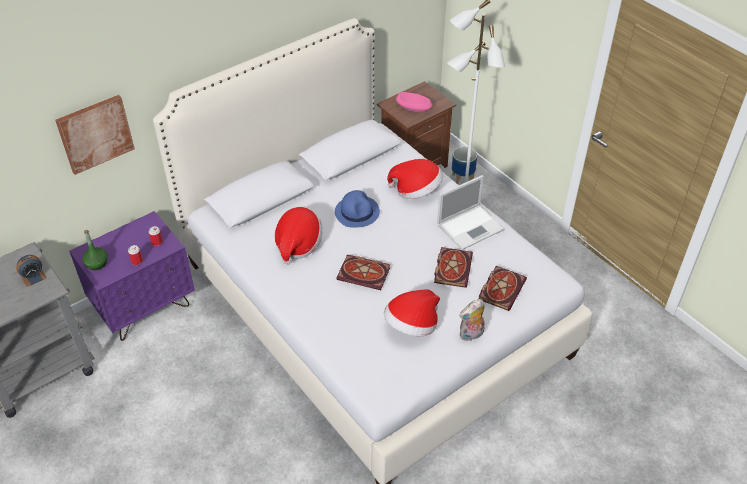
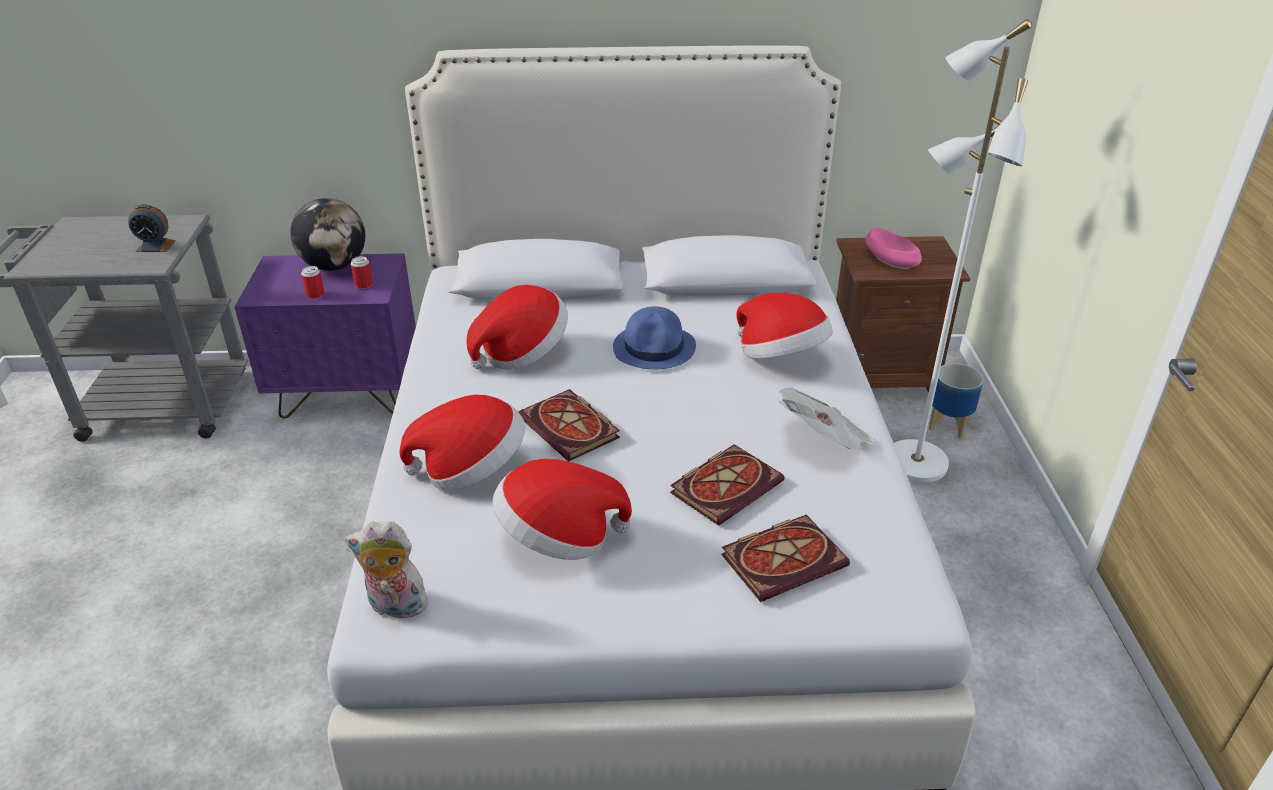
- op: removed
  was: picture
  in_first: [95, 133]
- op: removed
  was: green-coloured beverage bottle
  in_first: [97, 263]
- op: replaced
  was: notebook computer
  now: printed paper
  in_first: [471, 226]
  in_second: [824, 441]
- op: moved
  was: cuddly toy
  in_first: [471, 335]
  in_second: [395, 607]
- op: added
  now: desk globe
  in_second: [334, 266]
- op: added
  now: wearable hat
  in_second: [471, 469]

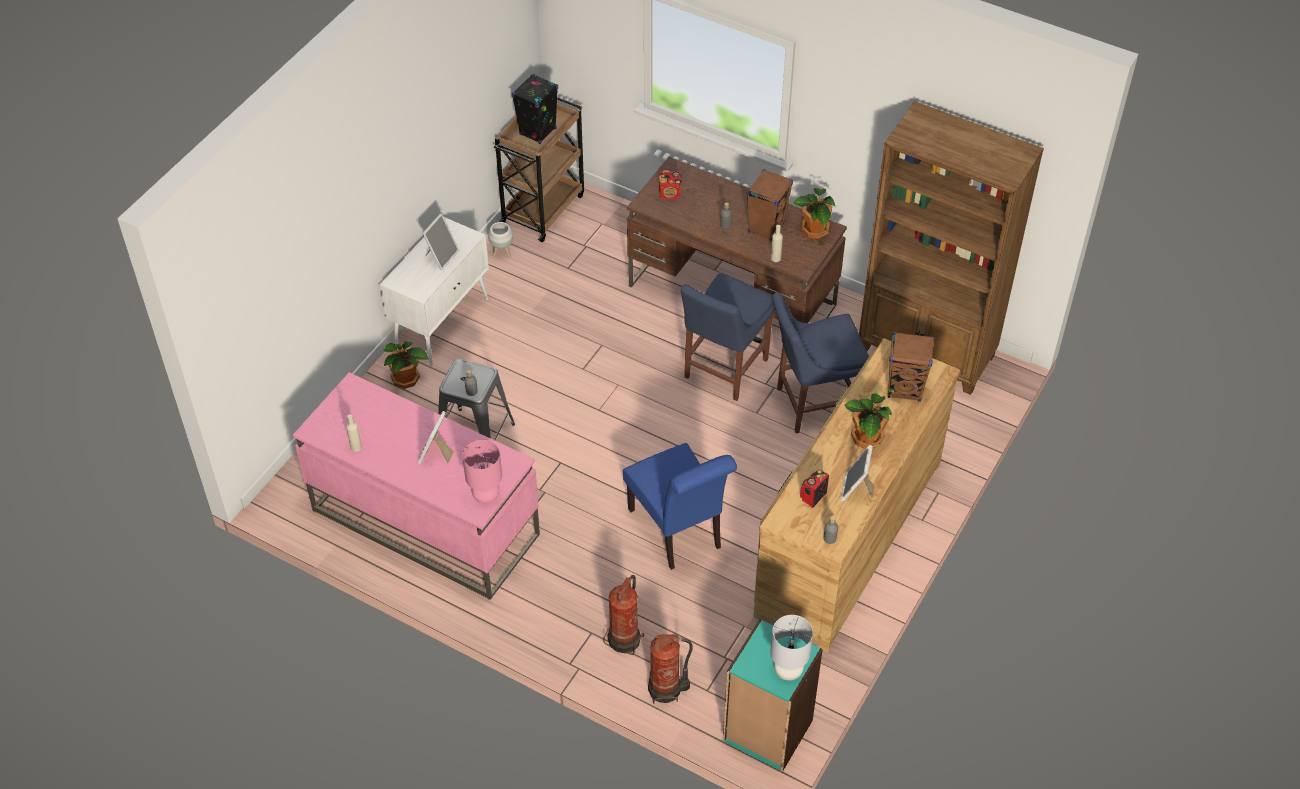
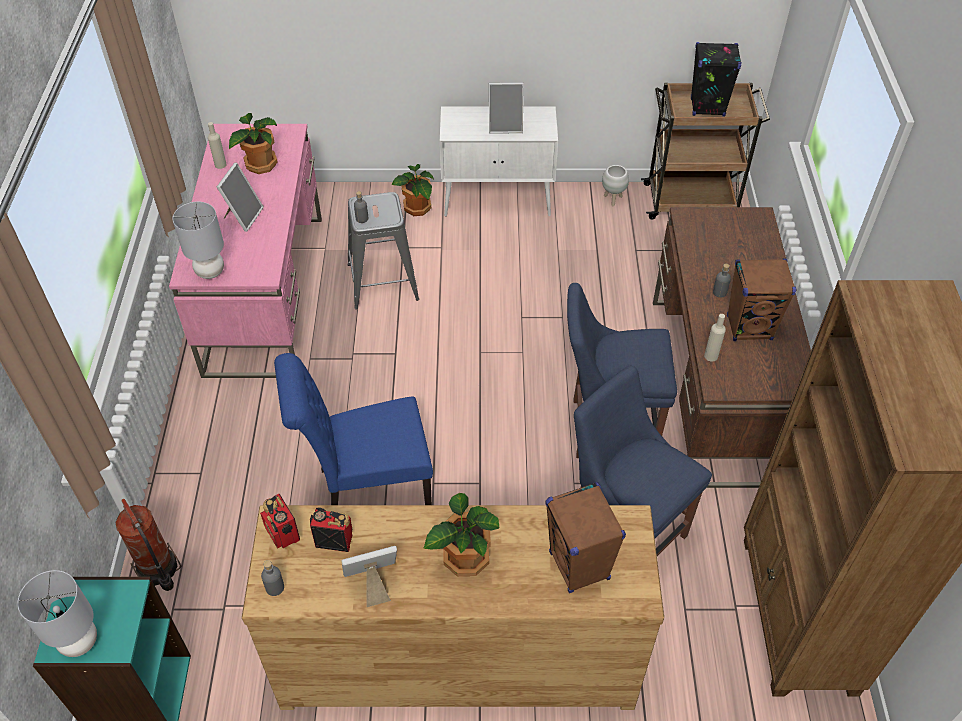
- op: turned
  was: photo frame
  in_first: [436, 454]
  in_second: [243, 216]
  clockwise: 120
- op: recoloured
  was: pink tabletop lamp
  now: greyish tabletop lamp
  in_first: [485, 496]
  in_second: [210, 271]
- op: removed
  was: fire extinguisher
  in_first: [625, 638]
- op: turned
  was: blue-coloured chair
  in_first: [678, 532]
  in_second: [367, 487]
  clockwise: 45
- op: moved
  was: radio receiver
  in_first: [670, 194]
  in_second: [283, 534]
- op: moved
  was: houseplant
  in_first: [814, 231]
  in_second: [260, 164]

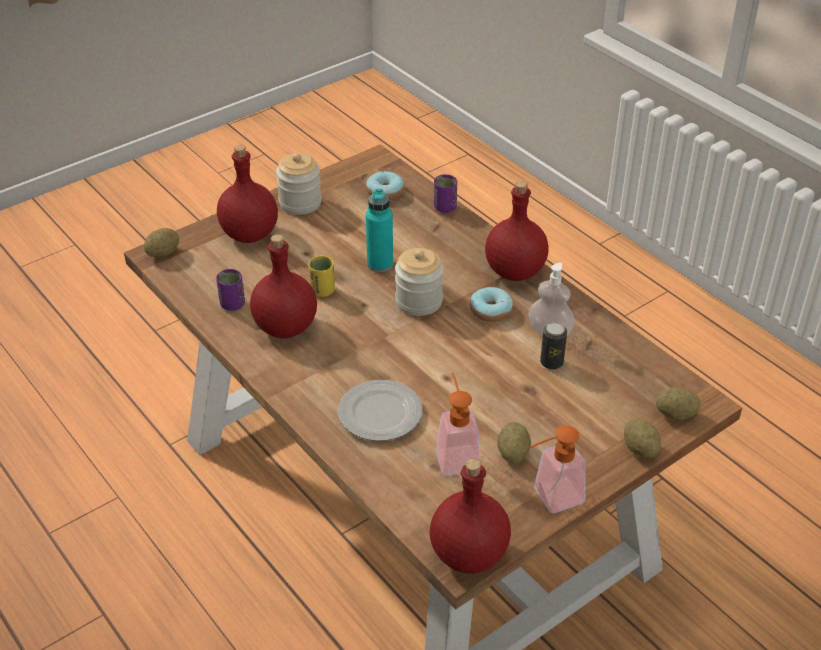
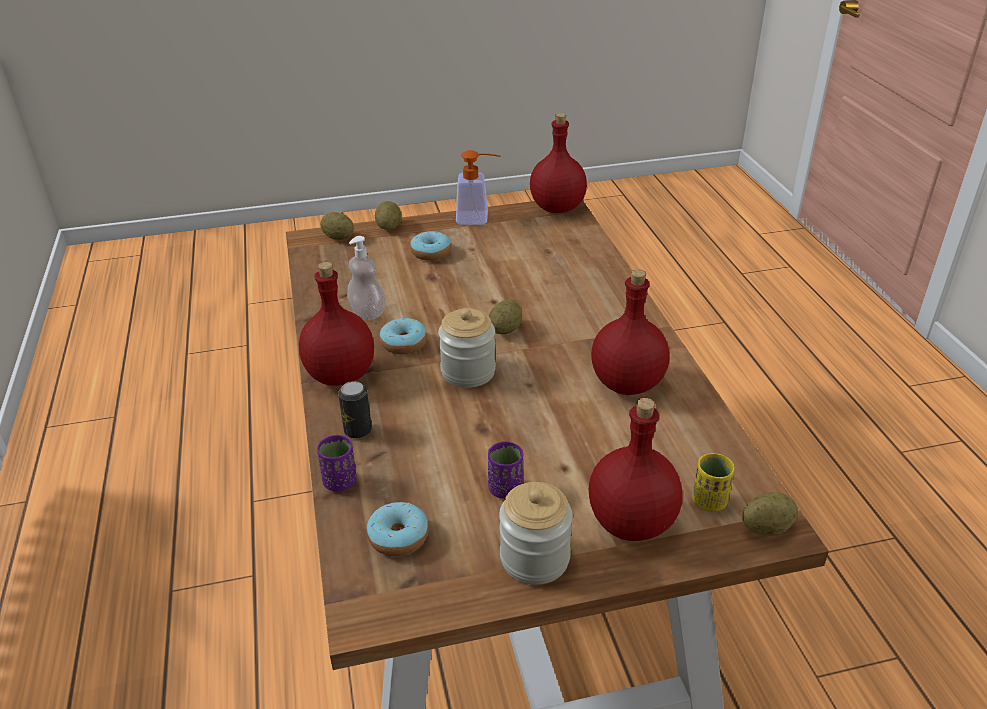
- op: moved
  was: purplish small cup
  in_first: [232, 304]
  in_second: [505, 489]
- op: moved
  was: yellowish small cup
  in_first: [322, 291]
  in_second: [709, 501]
- op: removed
  was: flat dish
  in_first: [379, 413]
- op: removed
  was: turquoise-coloured beverage bottle
  in_first: [380, 264]
- op: removed
  was: soap bottle
  in_first: [456, 454]
- op: moved
  was: potato
  in_first: [513, 453]
  in_second: [505, 329]
- op: moved
  was: metal can
  in_first: [551, 362]
  in_second: [358, 431]
- op: added
  now: doughnut
  in_second: [431, 253]

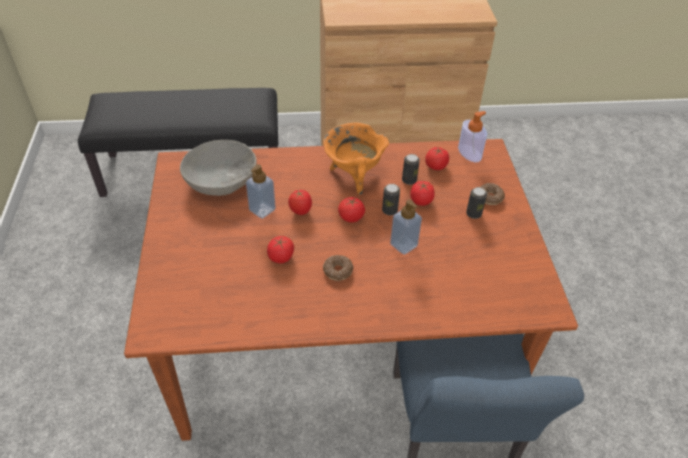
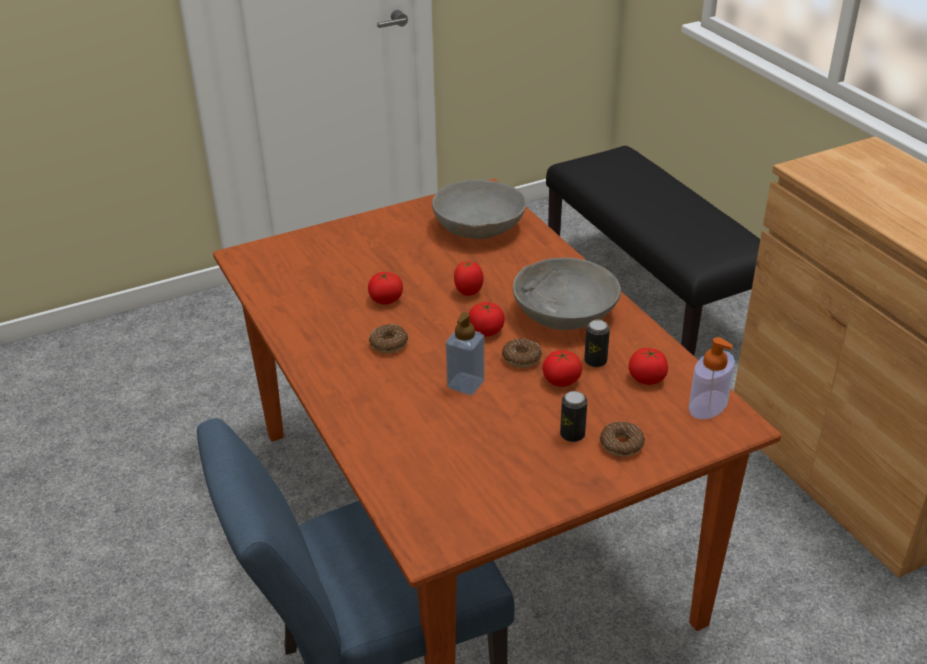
- op: removed
  was: soap bottle
  in_first: [262, 210]
- op: replaced
  was: orange-coloured stockpot
  now: greyish deep dish
  in_first: [353, 176]
  in_second: [564, 314]
- op: replaced
  was: metal can
  now: doughnut
  in_first: [389, 210]
  in_second: [521, 358]

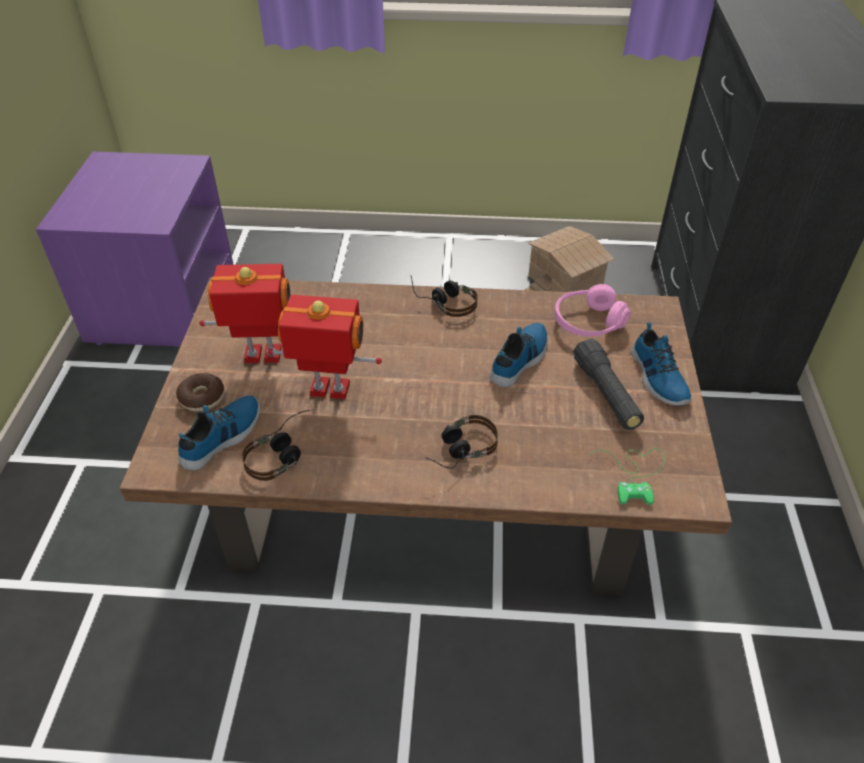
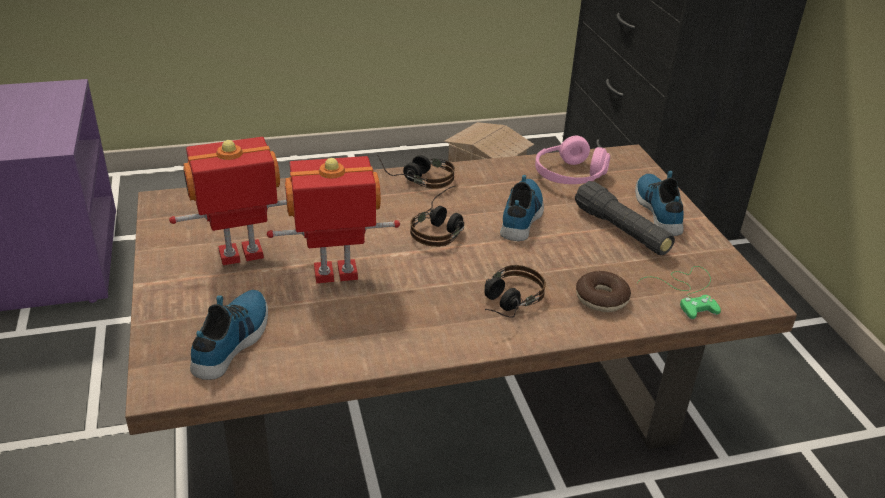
- op: moved
  was: doughnut
  in_first: [202, 397]
  in_second: [601, 298]
- op: moved
  was: headphones
  in_first: [283, 453]
  in_second: [442, 227]
- op: turned
  was: low shoe
  in_first: [657, 377]
  in_second: [660, 210]
  clockwise: -150

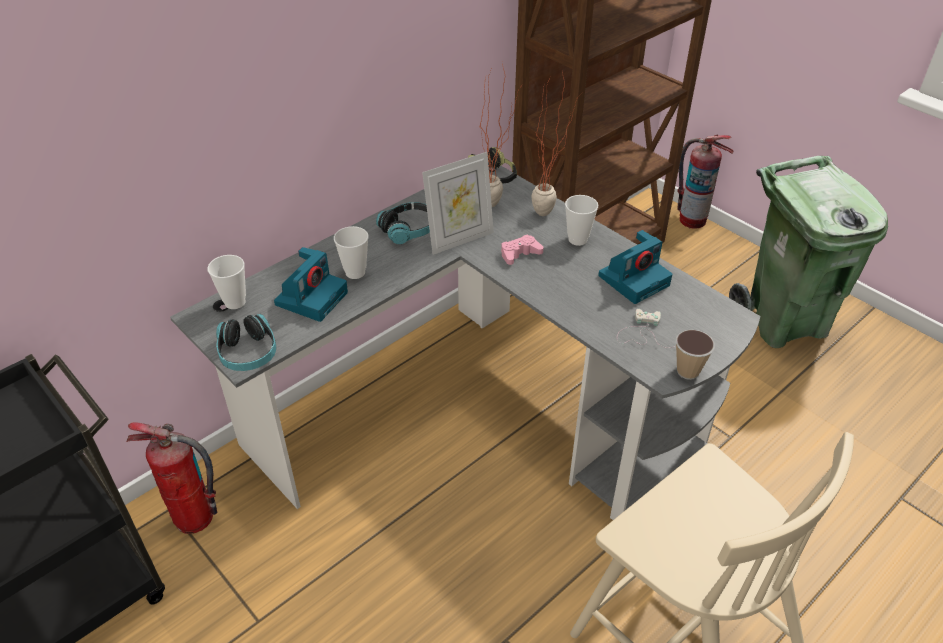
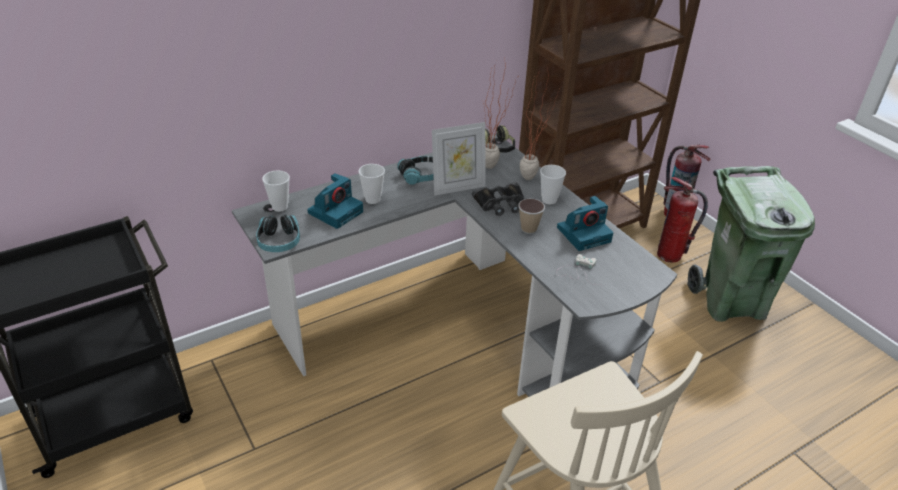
- op: moved
  was: fire extinguisher
  in_first: [194, 518]
  in_second: [669, 255]
- op: replaced
  was: pink joypad
  now: black field glasses
  in_first: [519, 254]
  in_second: [500, 204]
- op: moved
  was: small cup
  in_first: [688, 371]
  in_second: [528, 229]

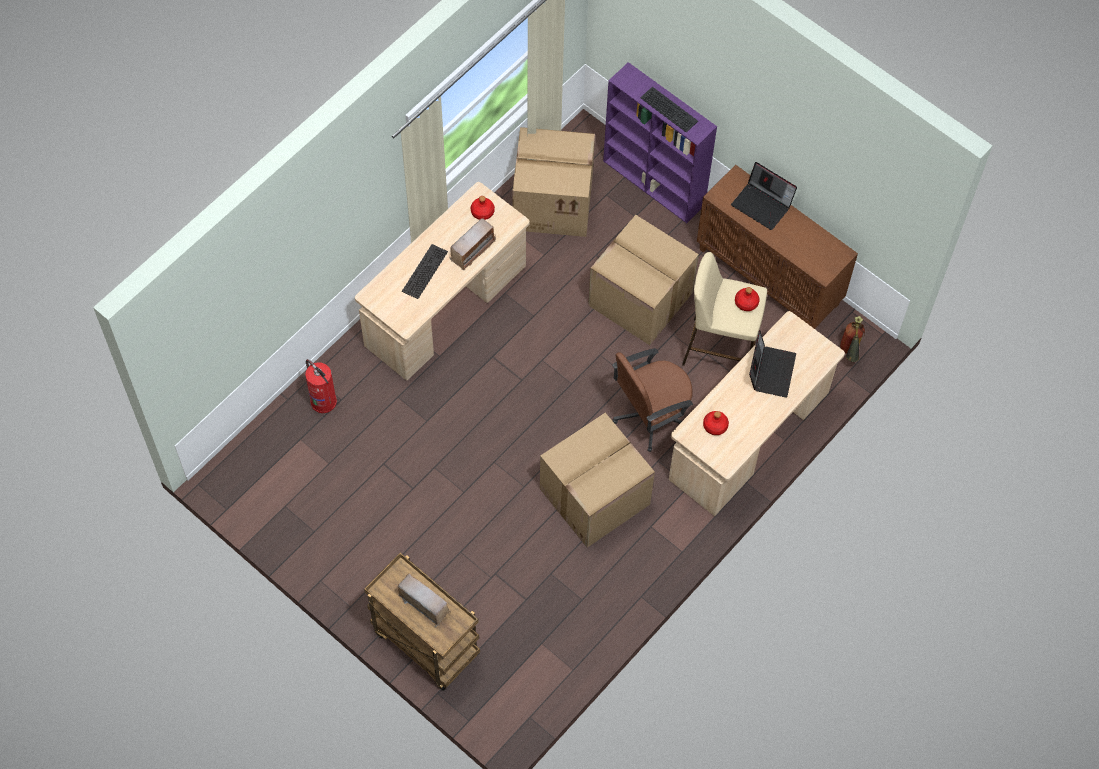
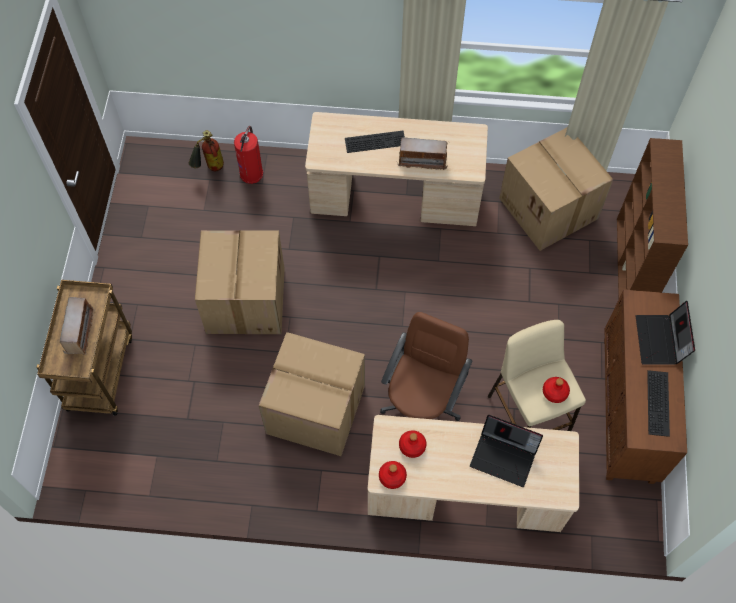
- op: moved
  was: reddish beverage bottle
  in_first: [482, 212]
  in_second: [392, 476]
- op: moved
  was: carton
  in_first: [639, 299]
  in_second: [244, 299]
- op: recoloured
  was: purplish bookshelf
  now: brown-coloured bookshelf
  in_first: [655, 183]
  in_second: [632, 267]
- op: turned
  was: brown-coloured office chair
  in_first: [651, 415]
  in_second: [422, 403]
  clockwise: 90
- op: moved
  was: PC keyboard
  in_first: [670, 109]
  in_second: [659, 404]
- op: turned
  was: notebook computer
  in_first: [770, 370]
  in_second: [504, 456]
  clockwise: 45
- op: moved
  was: fire extinguisher
  in_first: [848, 354]
  in_second: [209, 169]

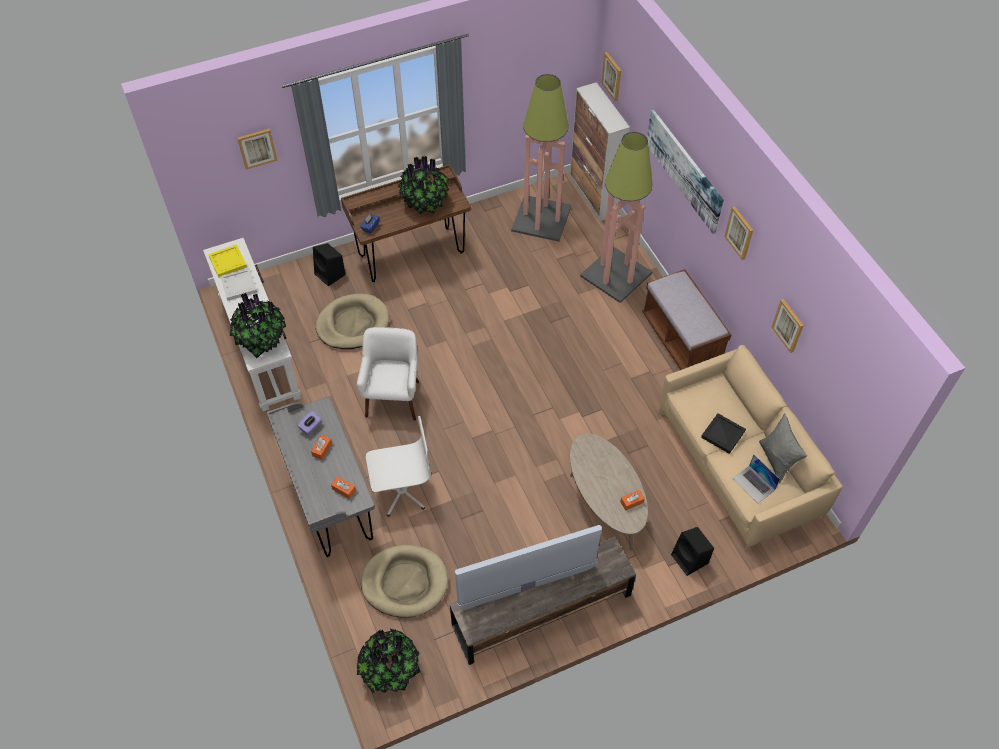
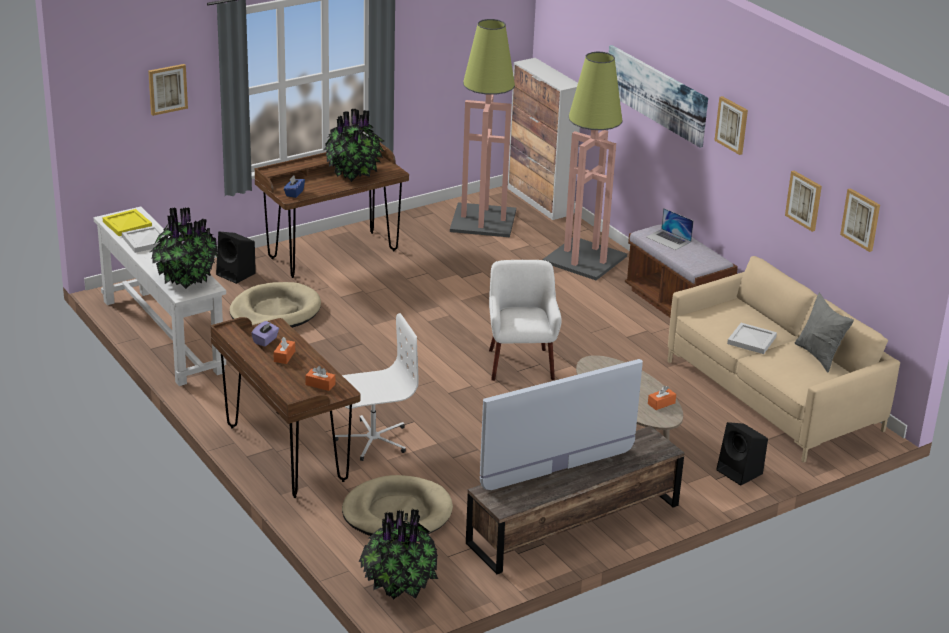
- op: recoloured
  was: greyish desk table
  now: brown-coloured desk table
  in_first: [330, 502]
  in_second: [285, 454]
- op: moved
  was: white-coloured lounge chair
  in_first: [393, 398]
  in_second: [520, 364]
- op: moved
  was: picture
  in_first: [612, 76]
  in_second: [861, 219]
- op: recoloured
  was: black carrying tray
  now: white-coloured carrying tray
  in_first: [723, 434]
  in_second: [752, 340]
- op: moved
  was: notebook computer
  in_first: [753, 484]
  in_second: [668, 239]

